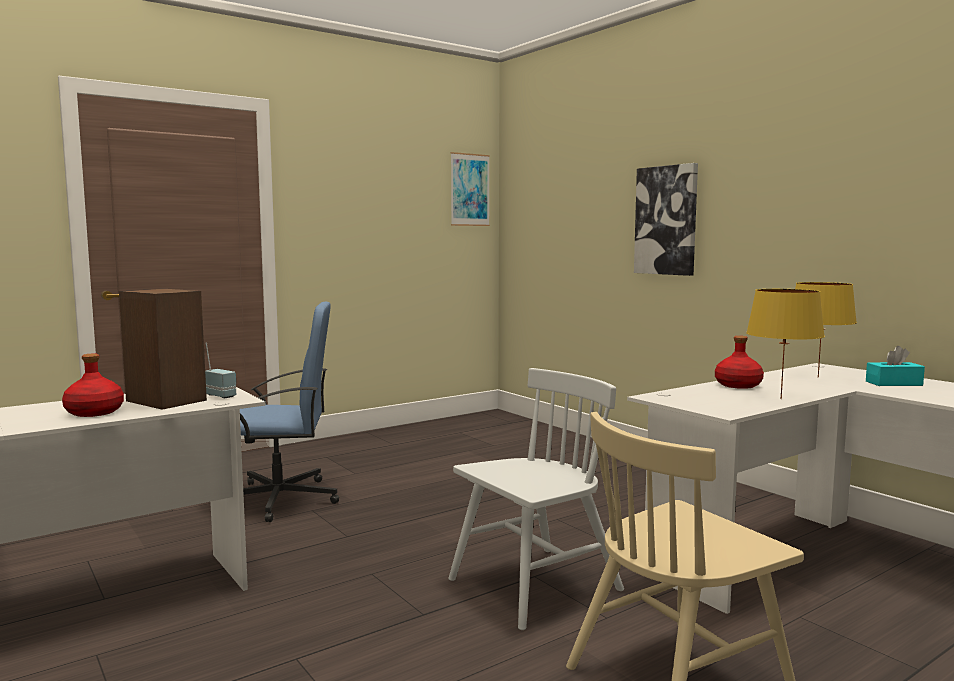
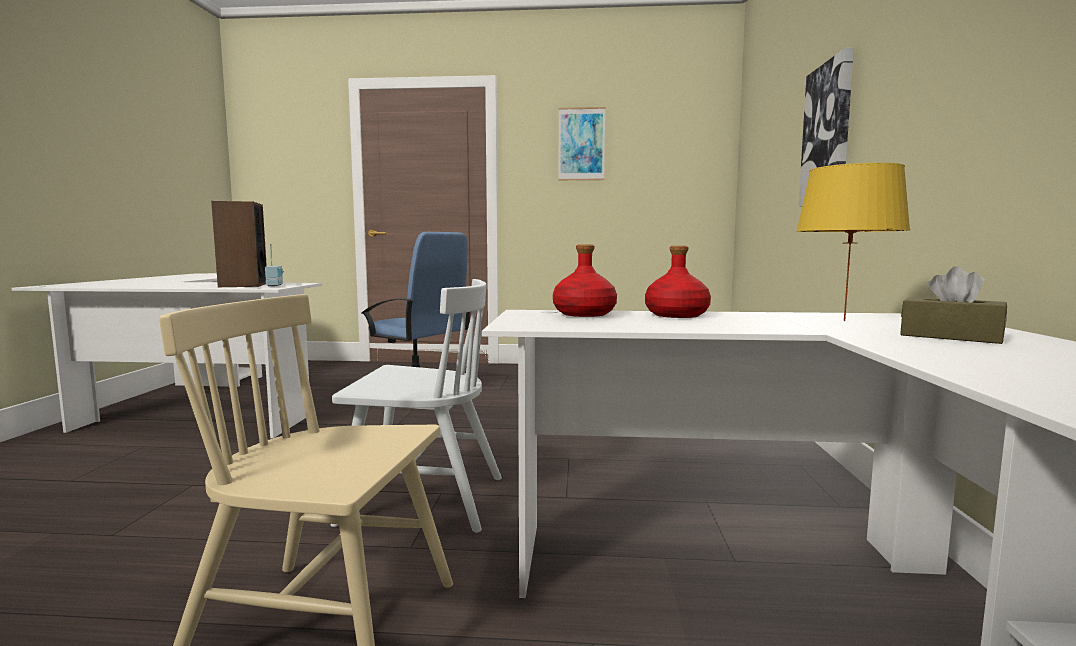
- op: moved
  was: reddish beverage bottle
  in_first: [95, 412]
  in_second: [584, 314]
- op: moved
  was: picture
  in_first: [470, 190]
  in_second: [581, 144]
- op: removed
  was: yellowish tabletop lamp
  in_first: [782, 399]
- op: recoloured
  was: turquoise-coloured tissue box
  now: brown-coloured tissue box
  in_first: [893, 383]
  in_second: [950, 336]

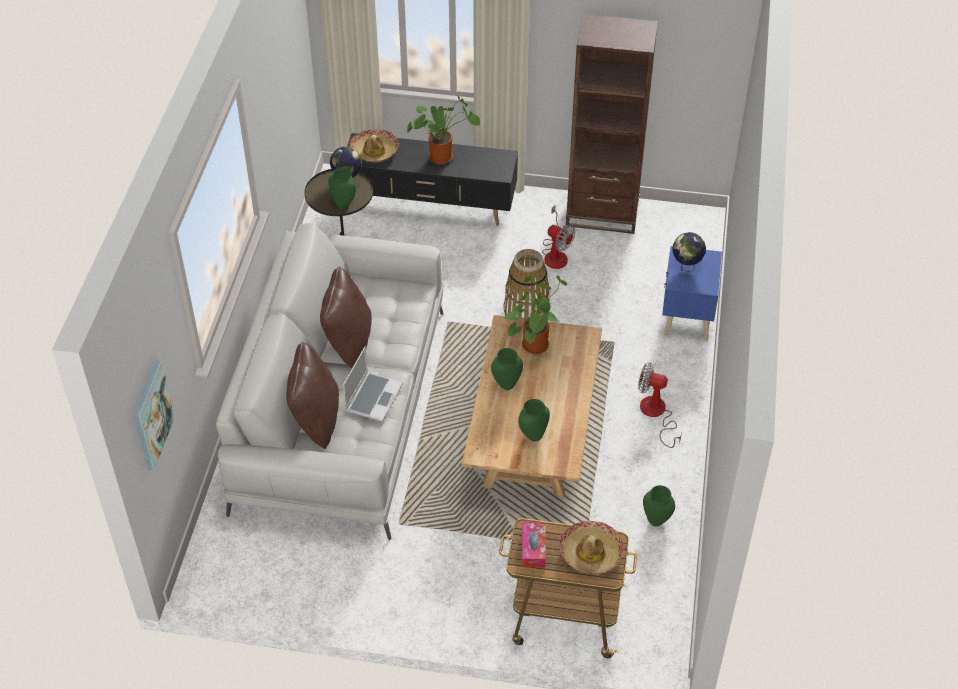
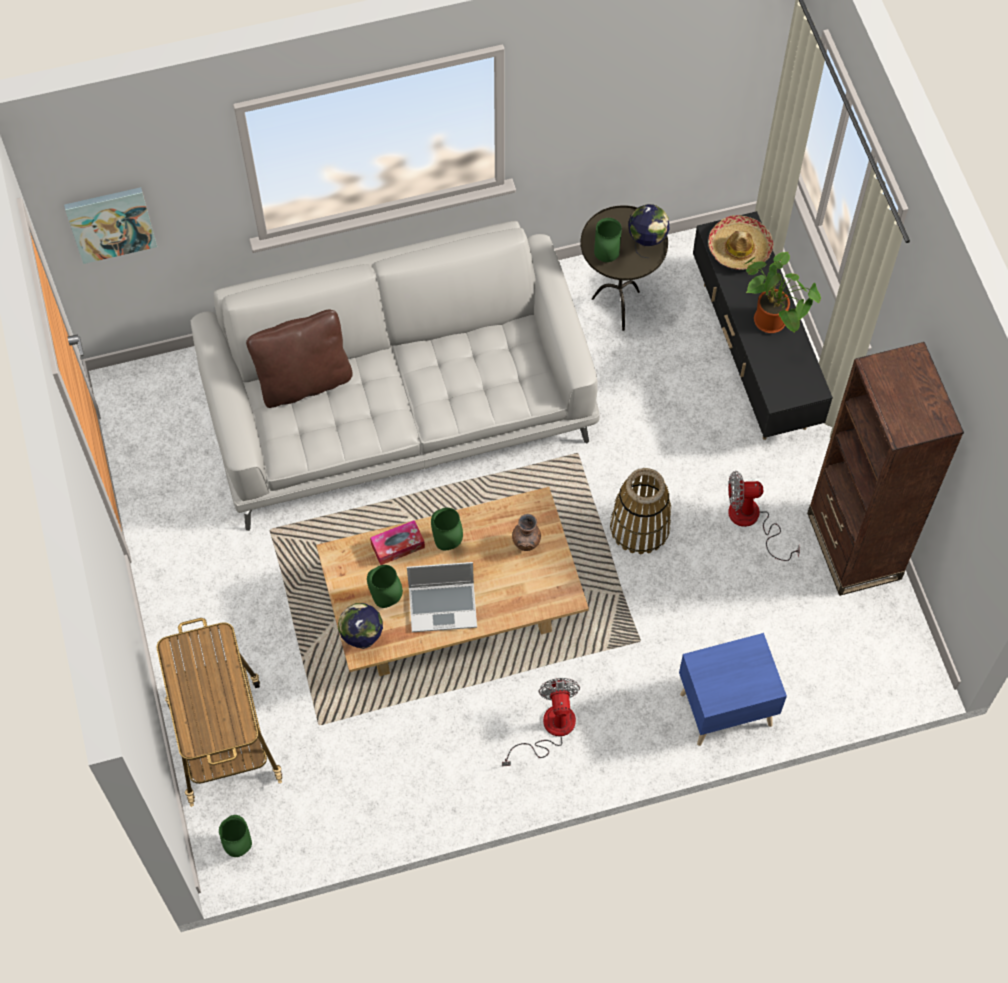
- op: removed
  was: brown-coloured throw pillow
  in_first: [349, 343]
- op: moved
  was: notebook computer
  in_first: [373, 397]
  in_second: [443, 606]
- op: replaced
  was: houseplant
  now: brown-coloured vase
  in_first: [534, 343]
  in_second: [526, 546]
- op: moved
  was: tissue box
  in_first: [533, 548]
  in_second: [397, 546]
- op: turned
  was: electric fan
  in_first: [555, 254]
  in_second: [752, 521]
  clockwise: 75
- op: removed
  was: wearable hat
  in_first: [591, 552]
- op: moved
  was: green-coloured vase
  in_first: [656, 521]
  in_second: [238, 846]
- op: moved
  was: desk globe
  in_first: [686, 267]
  in_second: [362, 639]

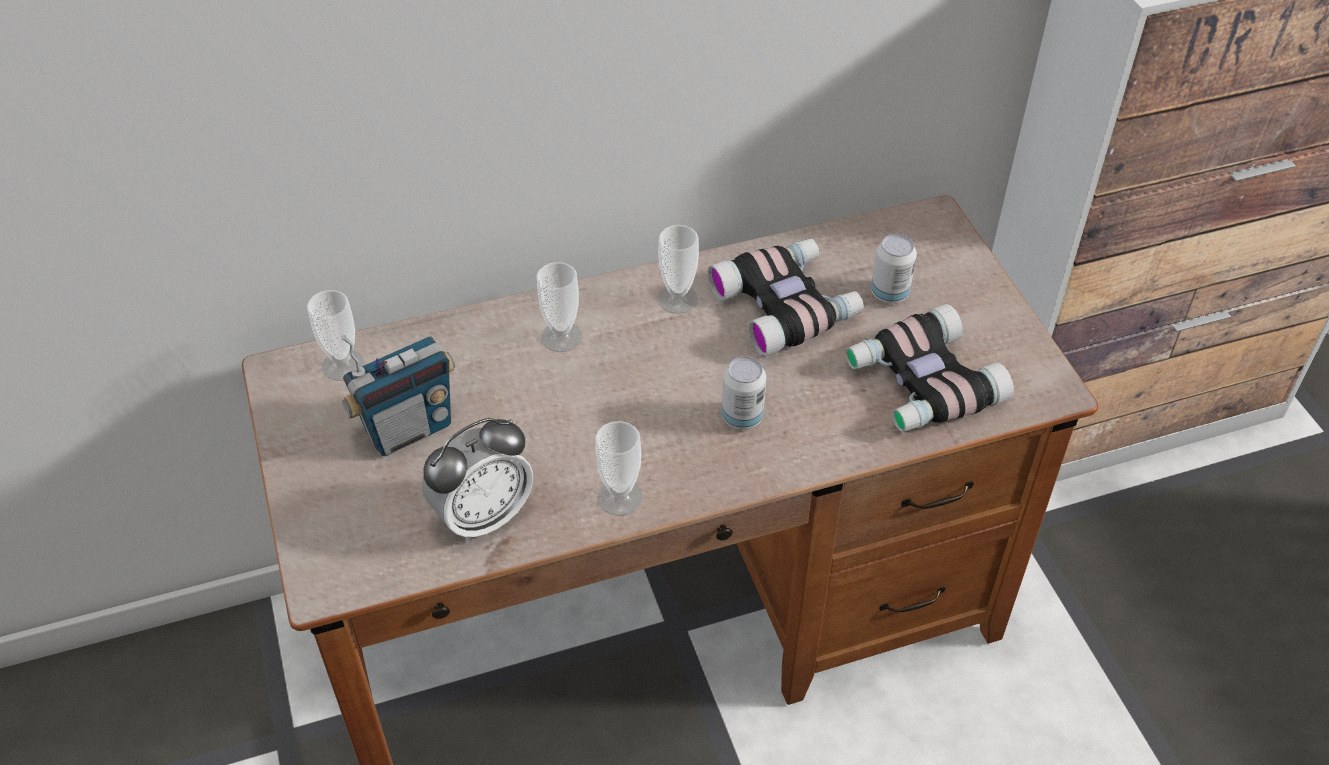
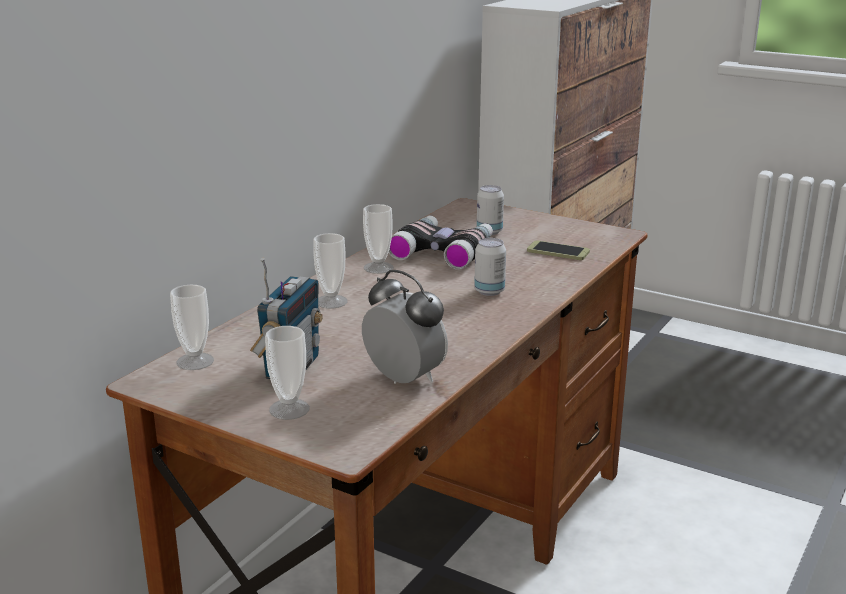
- op: turned
  was: alarm clock
  in_first: [483, 516]
  in_second: [404, 379]
  clockwise: -60
- op: moved
  was: small cup
  in_first: [620, 497]
  in_second: [289, 409]
- op: replaced
  was: field glasses
  now: telephone
  in_first: [921, 384]
  in_second: [558, 251]

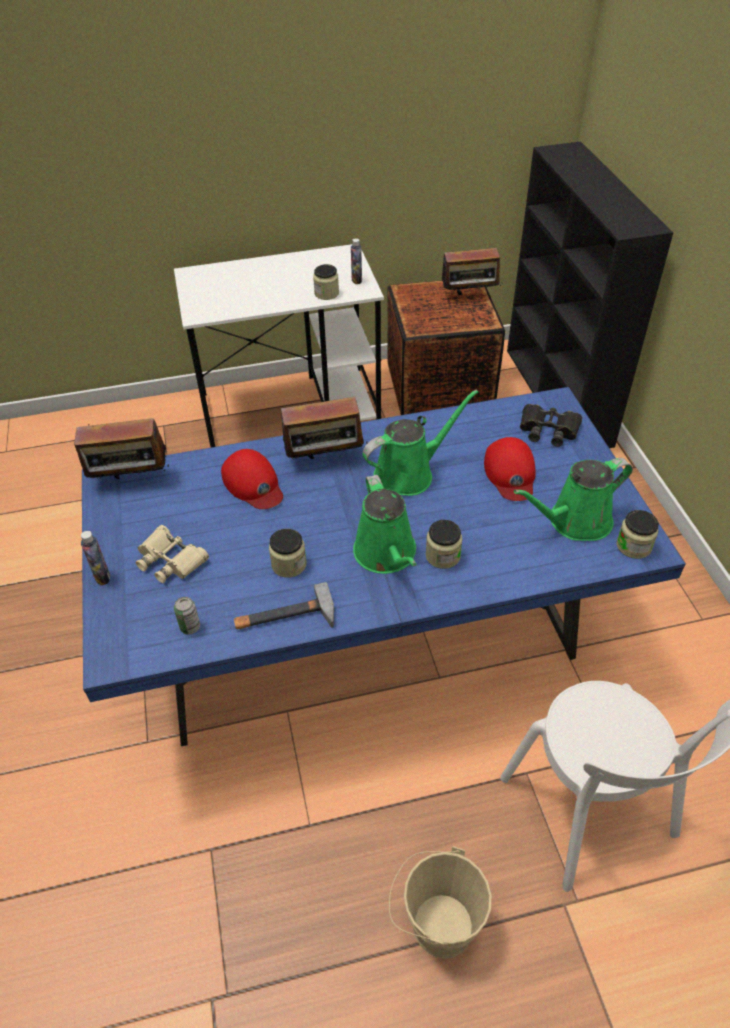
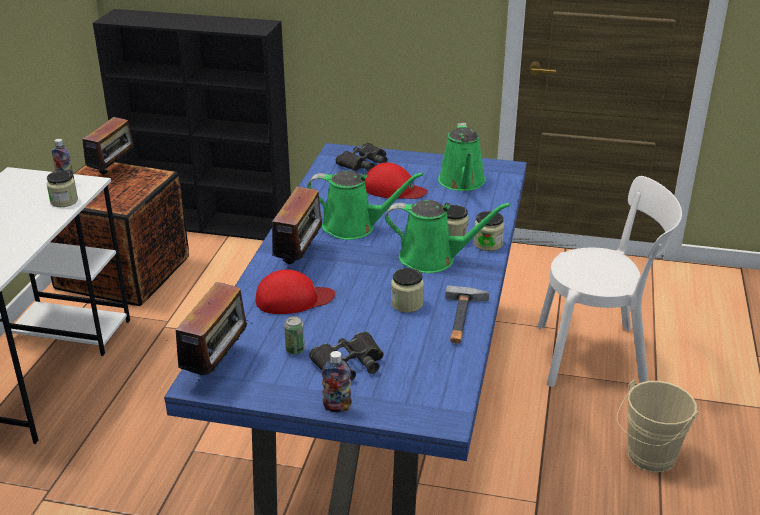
- op: recoloured
  was: sand-coloured field glasses
  now: black field glasses
  in_first: [170, 559]
  in_second: [349, 363]
- op: moved
  was: metal can
  in_first: [190, 627]
  in_second: [295, 350]
- op: turned
  was: green-coloured watering pot
  in_first: [409, 473]
  in_second: [354, 227]
  clockwise: 105
- op: moved
  was: storage jar
  in_first: [633, 546]
  in_second: [488, 244]

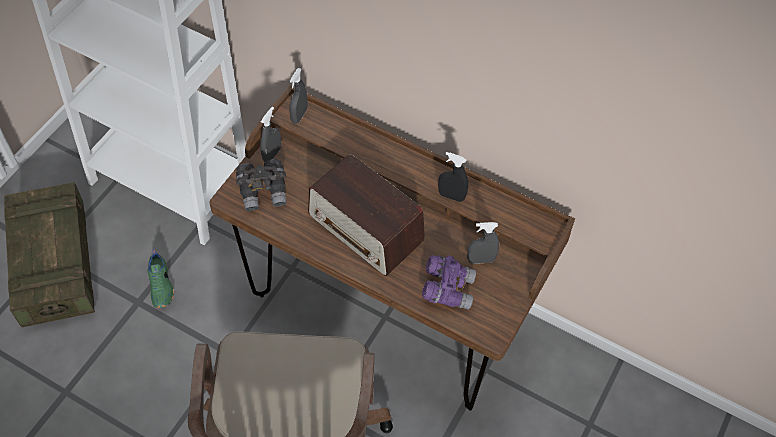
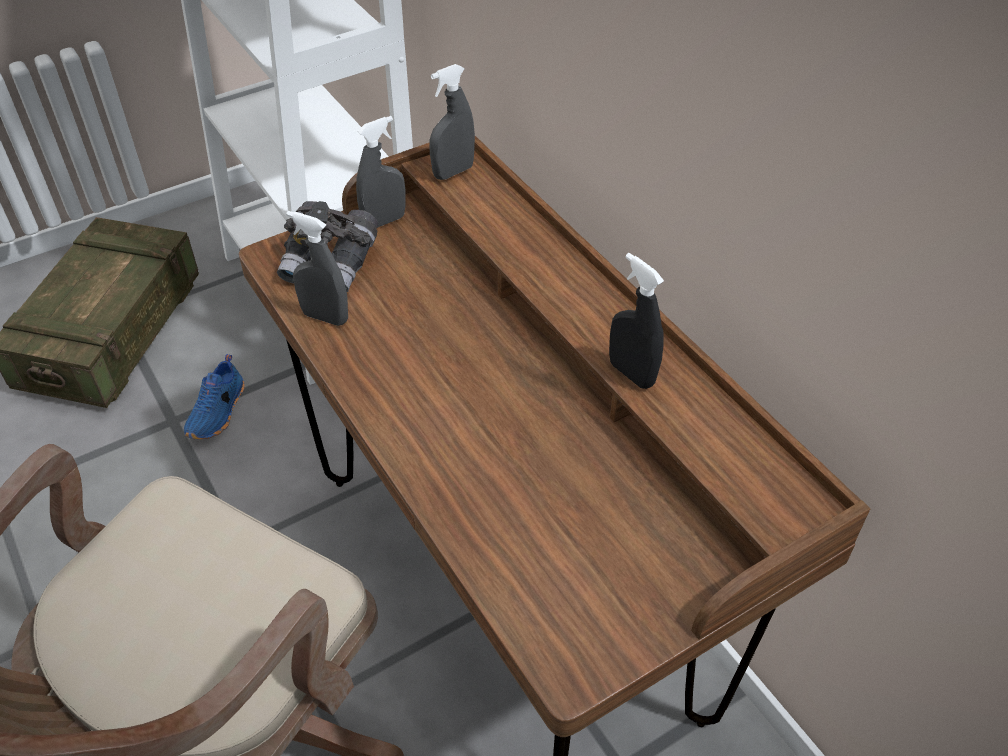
- op: recoloured
  was: green-coloured low shoe
  now: blue-coloured low shoe
  in_first: [161, 285]
  in_second: [218, 412]
- op: removed
  was: radio receiver
  in_first: [366, 228]
- op: removed
  was: purplish field glasses
  in_first: [447, 289]
- op: moved
  was: greyish hand sprayer
  in_first: [480, 260]
  in_second: [325, 317]

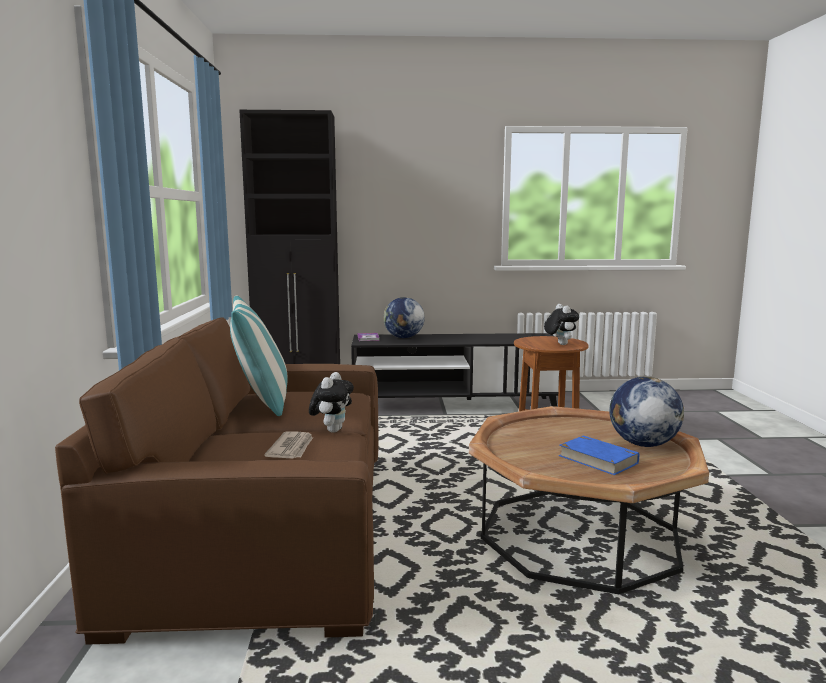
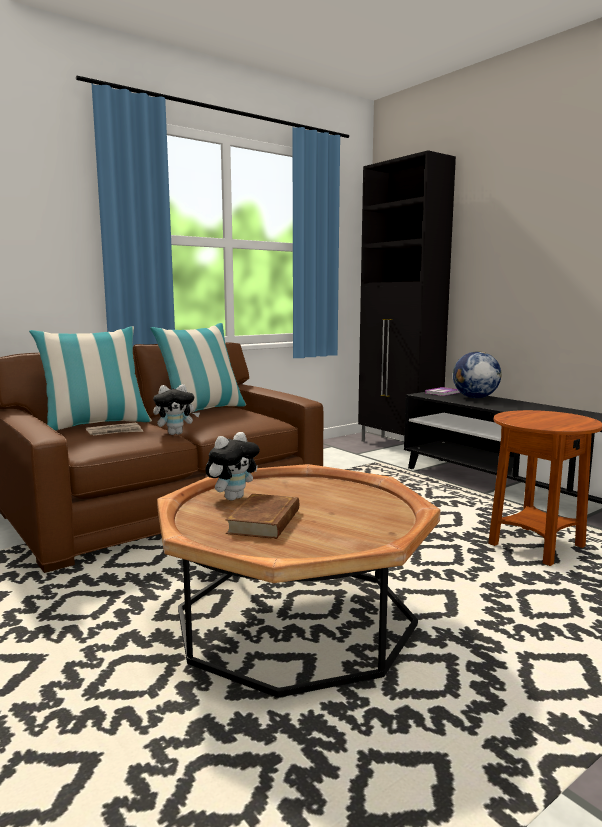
- op: moved
  was: cuddly toy
  in_first: [559, 344]
  in_second: [233, 497]
- op: recoloured
  was: blue-coloured bound book
  now: brown-coloured bound book
  in_first: [597, 459]
  in_second: [265, 521]
- op: removed
  was: desk globe
  in_first: [642, 444]
- op: added
  now: throw pillow
  in_second: [96, 424]

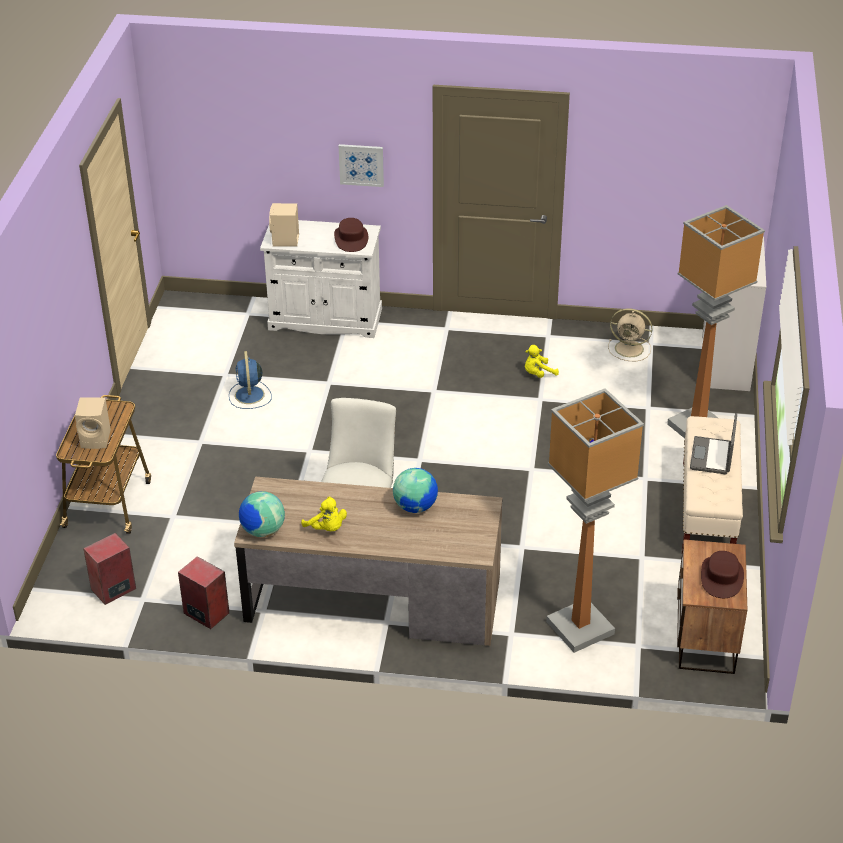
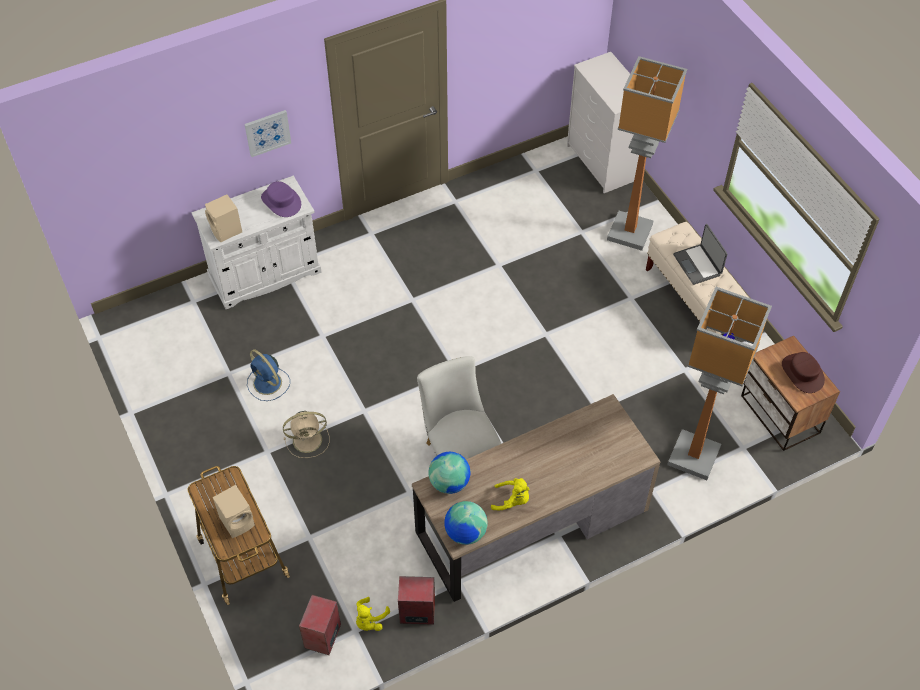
- op: recoloured
  was: brown-coloured wearable hat
  now: purplish wearable hat
  in_first: [351, 239]
  in_second: [281, 201]
- op: moved
  was: desk globe
  in_first: [415, 506]
  in_second: [449, 482]
- op: moved
  was: yellowish cuddly toy
  in_first: [538, 374]
  in_second: [370, 620]
- op: moved
  was: sand-coloured electric fan
  in_first: [630, 349]
  in_second: [308, 440]

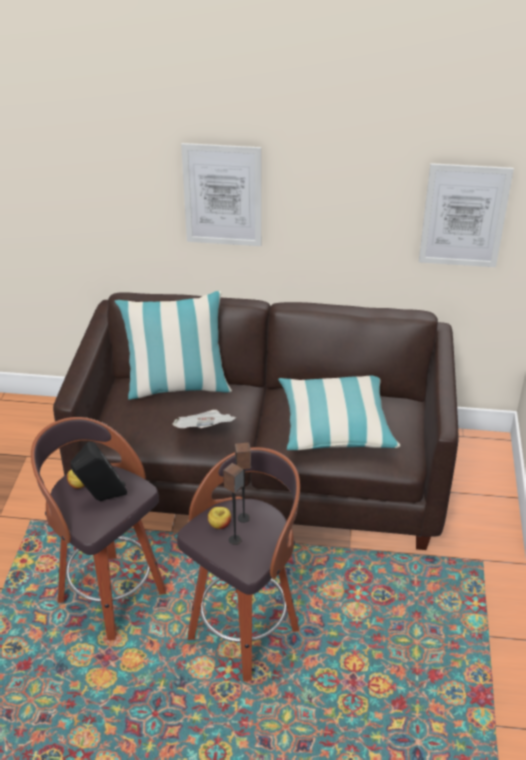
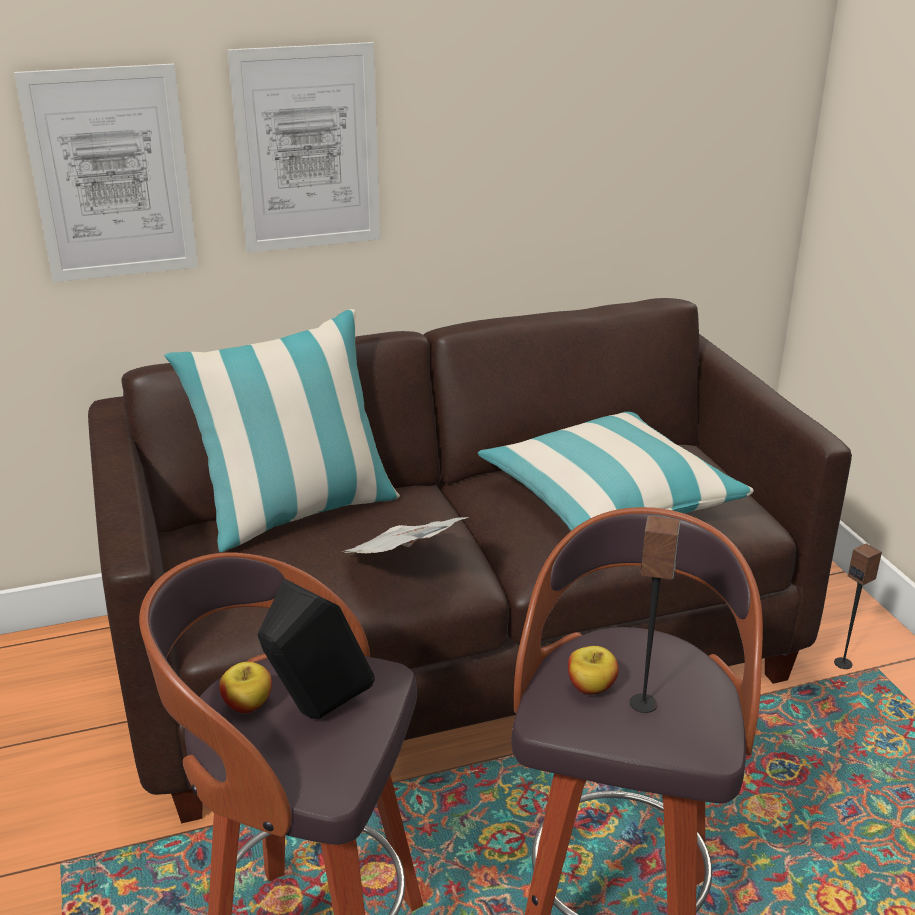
- op: moved
  was: loudspeaker
  in_first: [244, 518]
  in_second: [843, 663]
- op: moved
  was: picture
  in_first: [464, 216]
  in_second: [111, 174]

